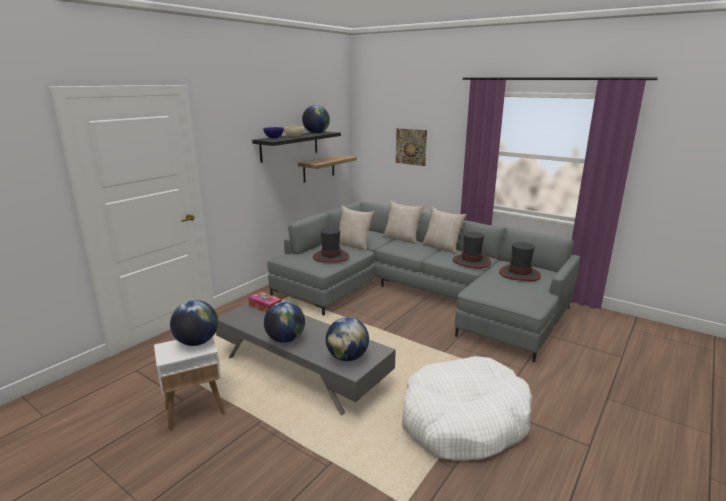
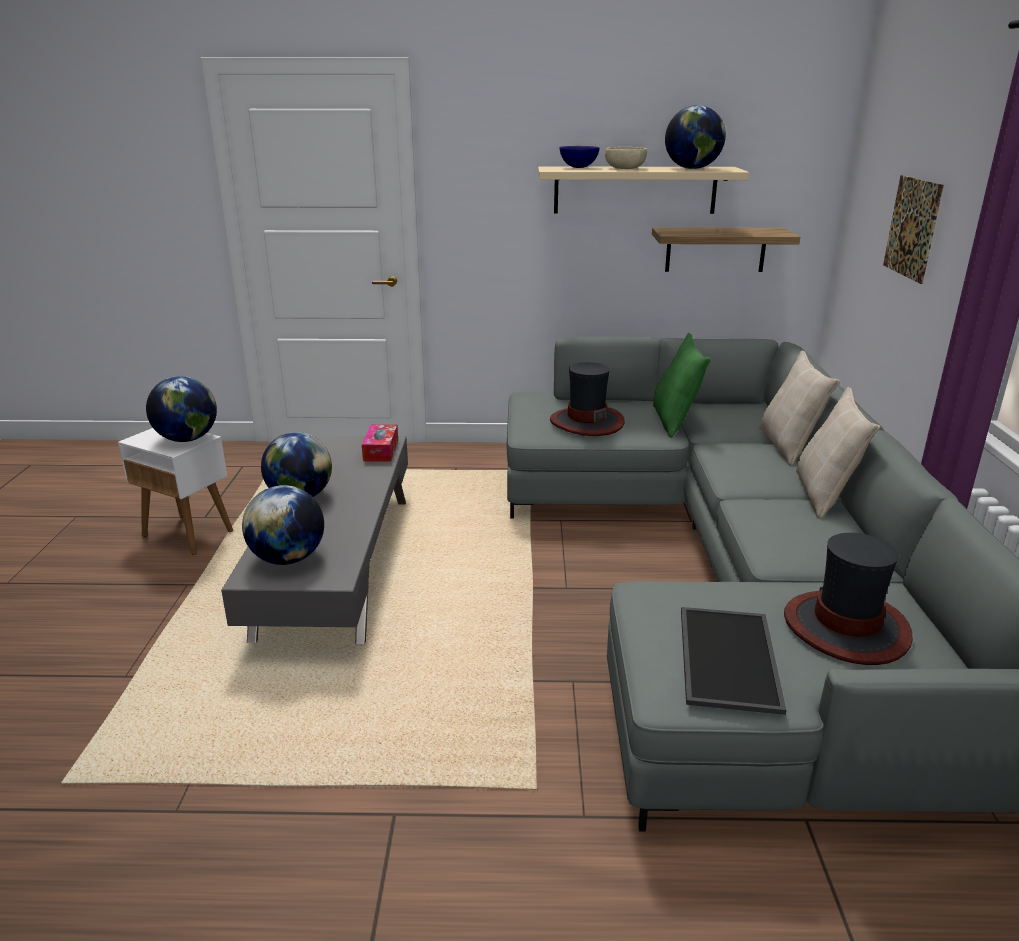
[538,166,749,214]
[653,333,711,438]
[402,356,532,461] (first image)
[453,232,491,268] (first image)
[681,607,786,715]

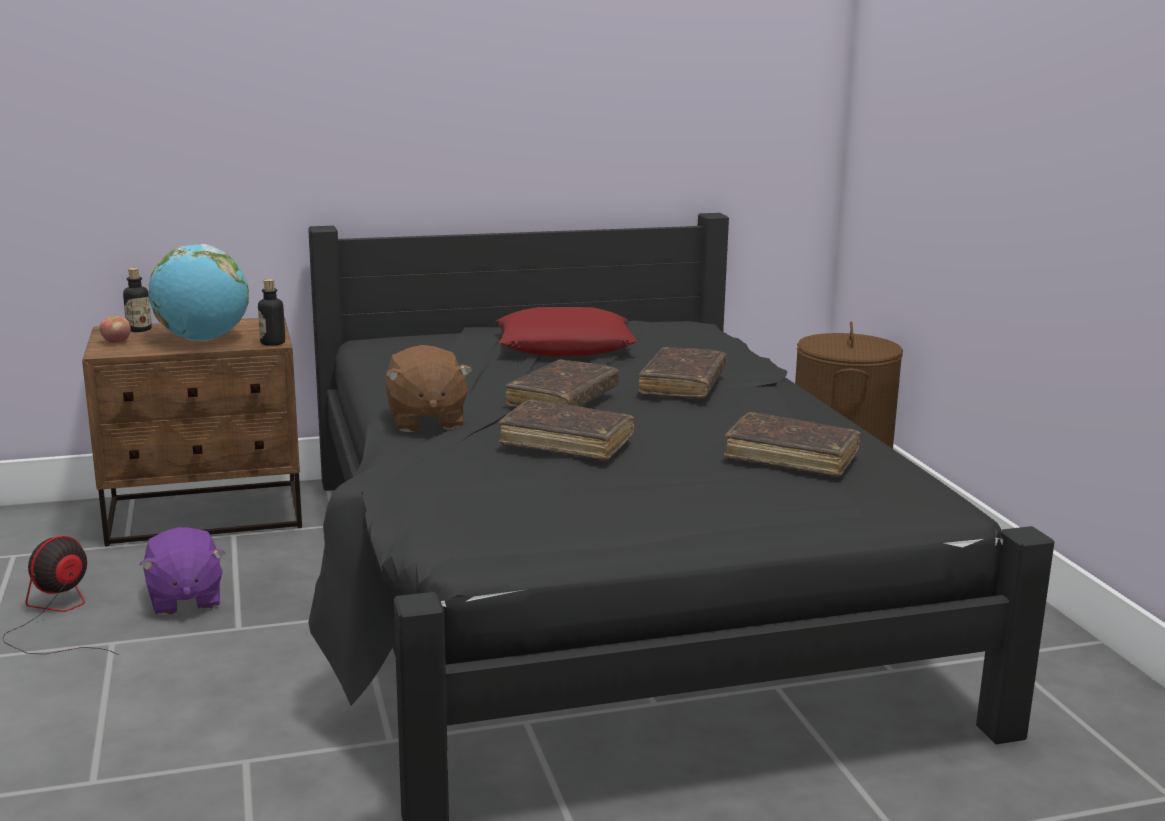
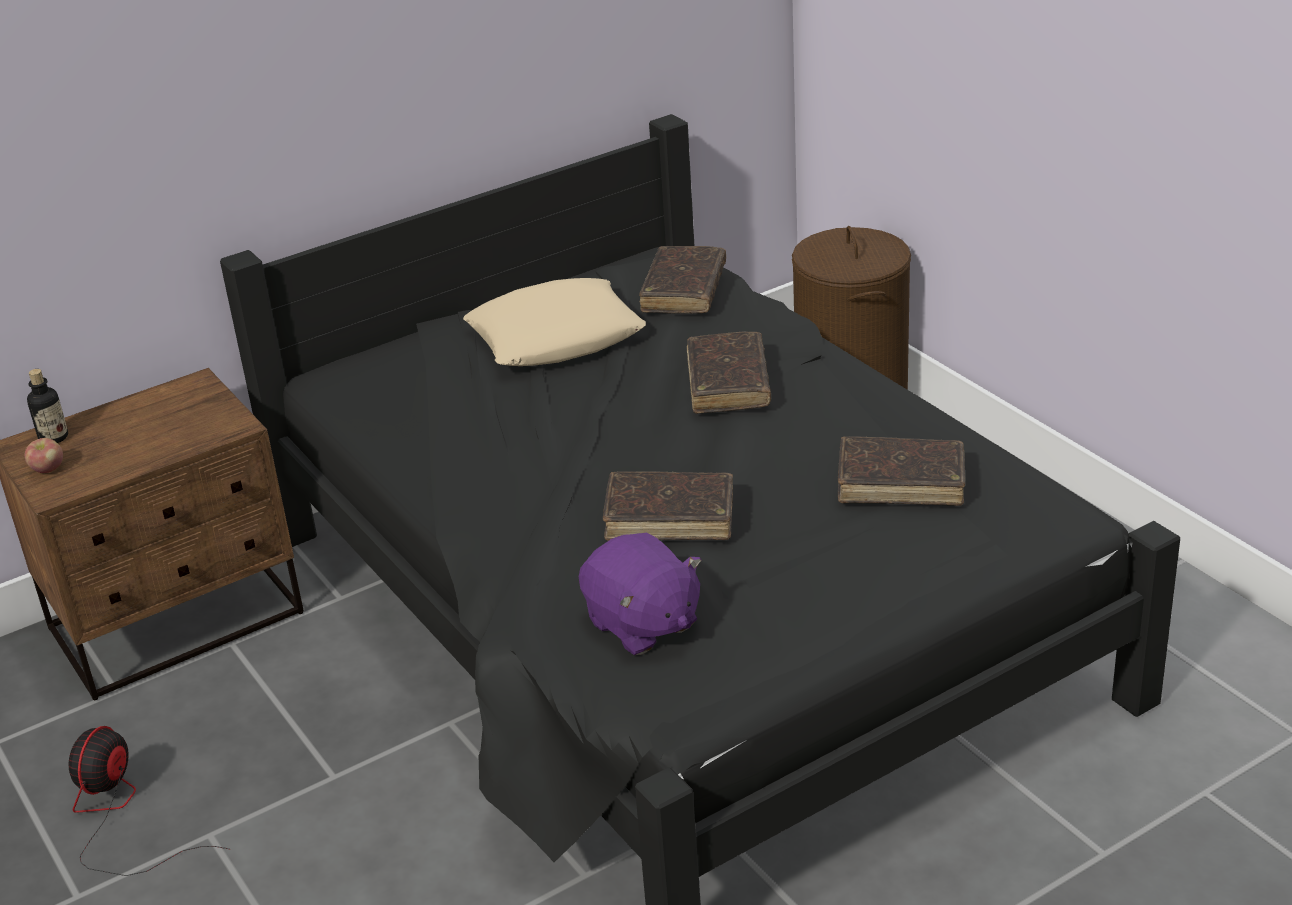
[579,533,702,655]
[148,244,249,341] (first image)
[258,279,285,346] (first image)
[385,345,472,432] (first image)
[463,278,646,366]
[639,246,726,314]

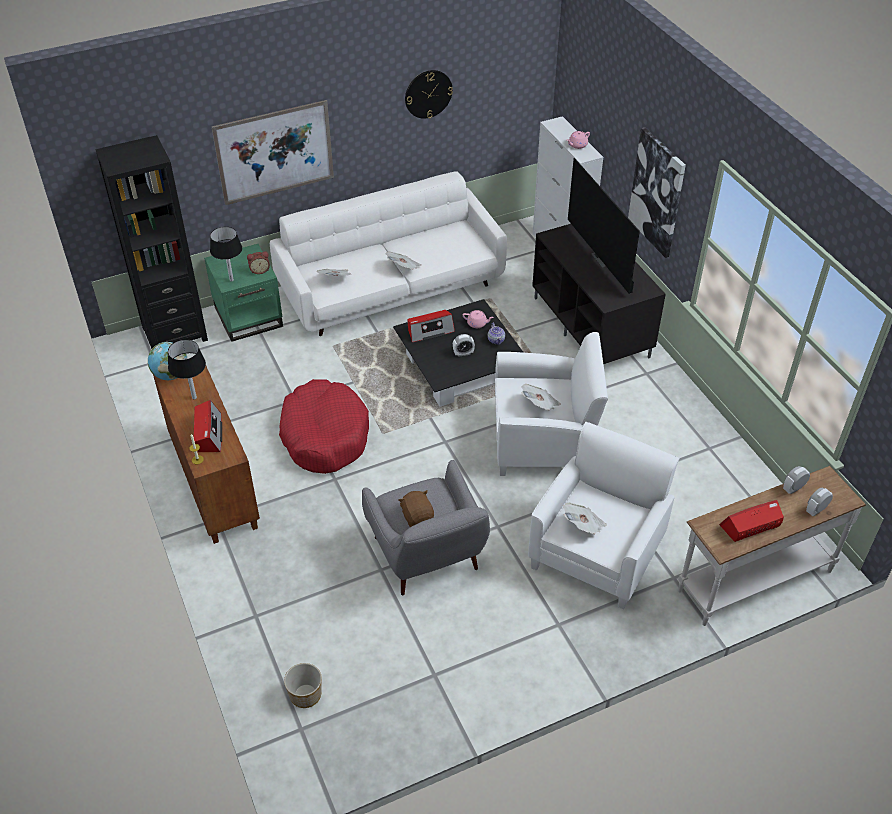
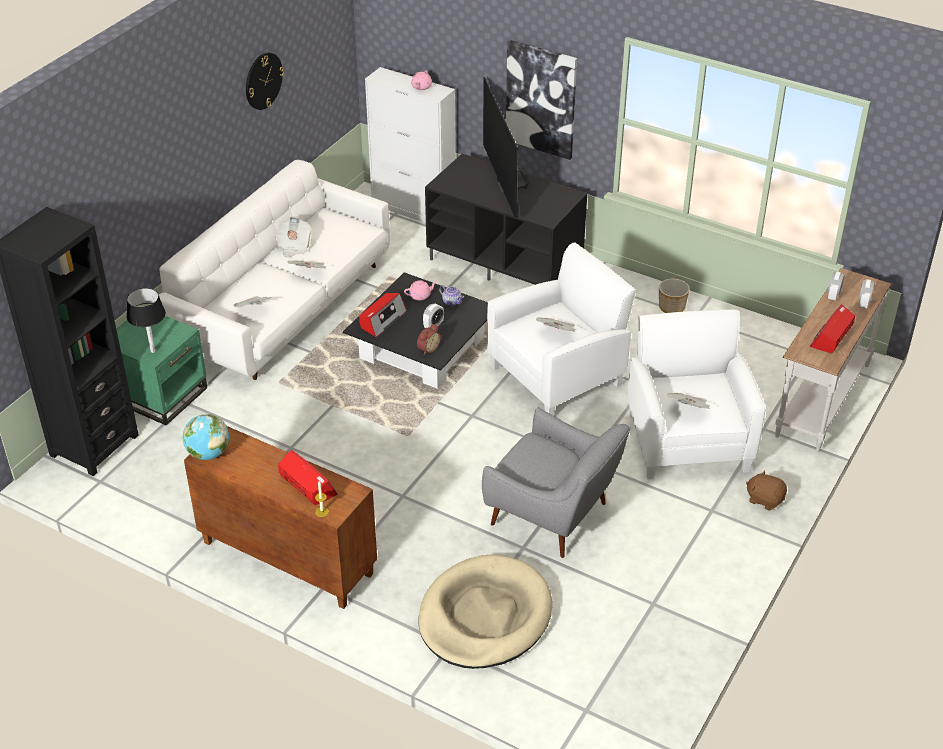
[168,339,206,400] (first image)
[212,100,334,205] (first image)
[417,324,441,355]
[279,379,369,474] (first image)
[659,279,690,313]
[746,470,787,510]
[483,77,529,218]
[275,216,312,257]
[418,554,552,669]

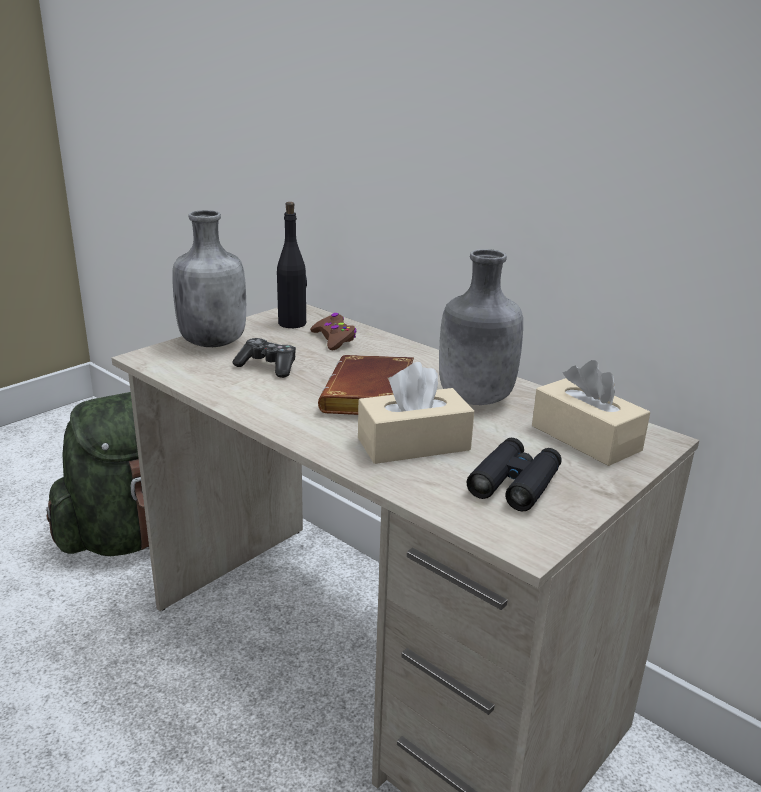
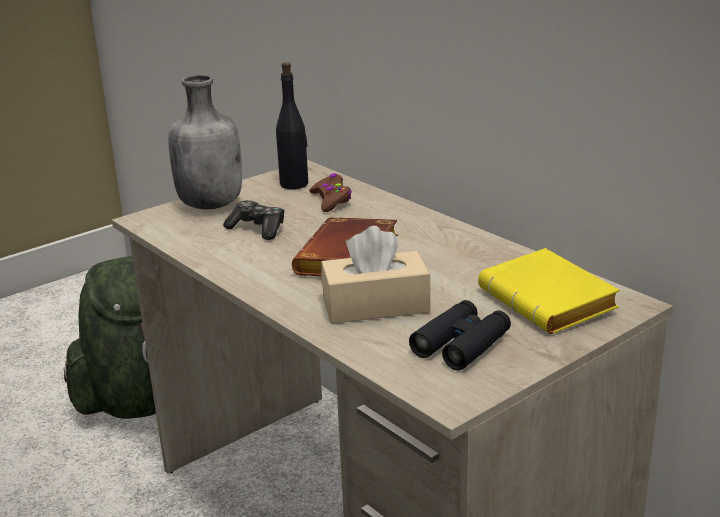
[439,249,523,405] (first image)
[478,248,620,334]

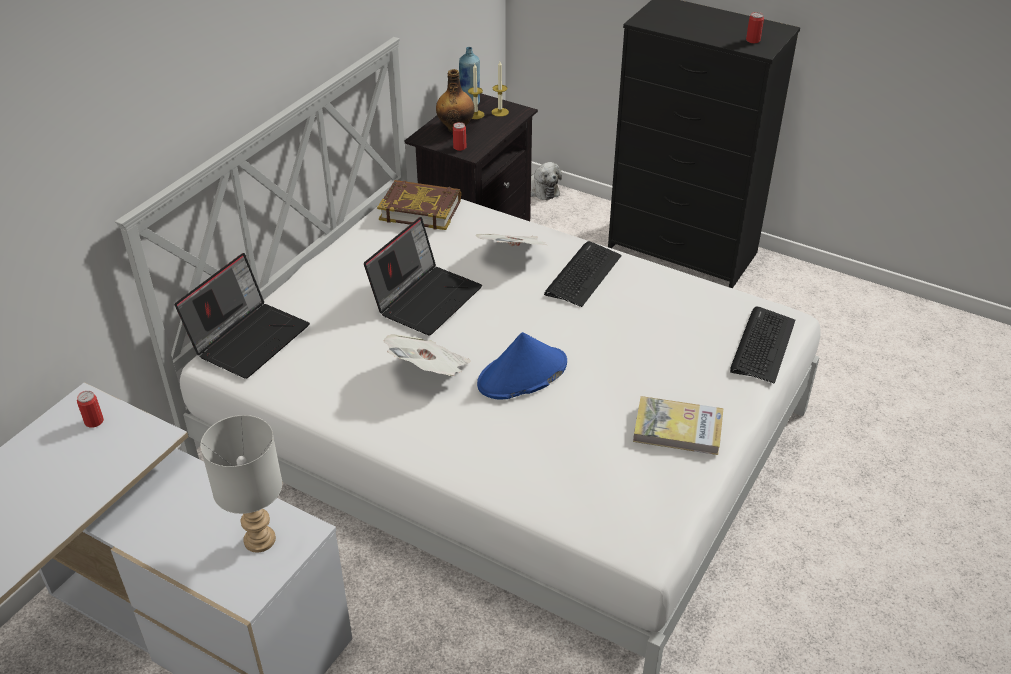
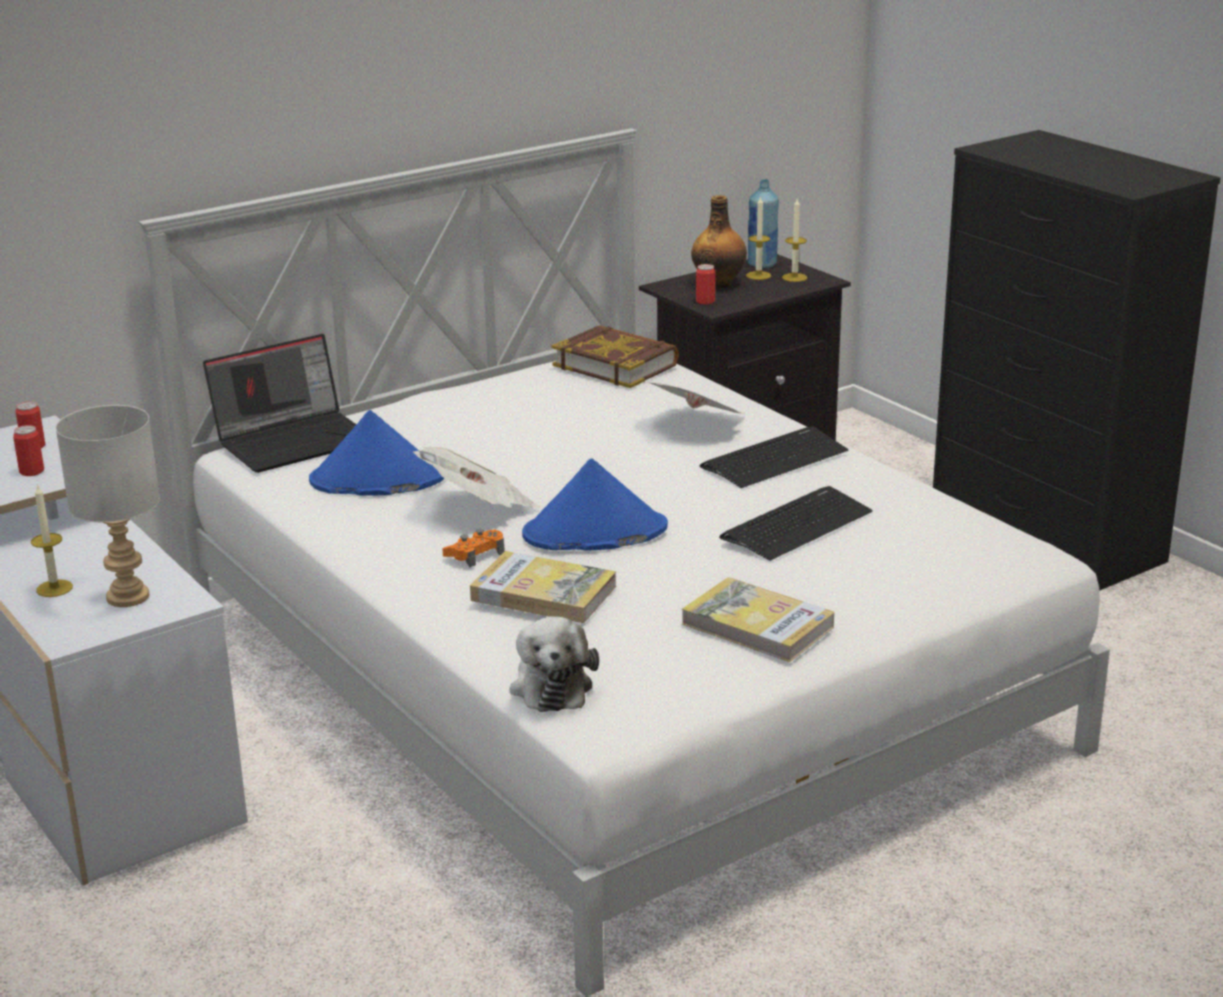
[364,217,482,335] (first image)
[509,617,599,712]
[719,486,873,561]
[13,425,44,476]
[31,484,73,597]
[309,410,444,496]
[442,529,505,567]
[470,551,616,623]

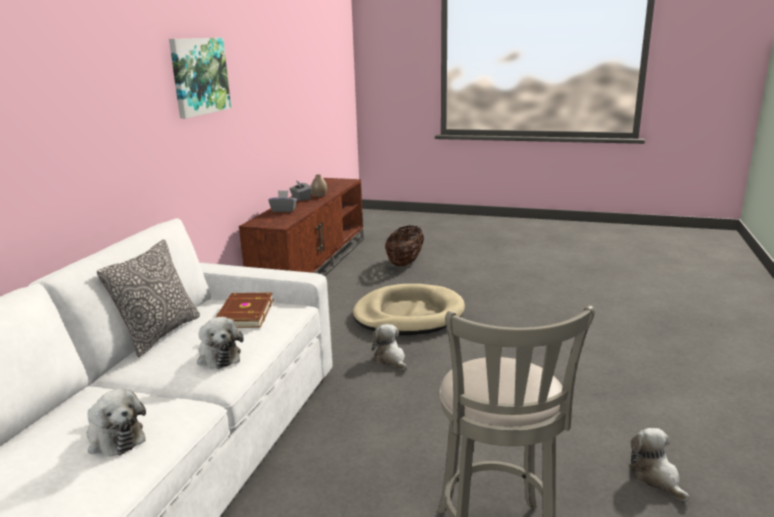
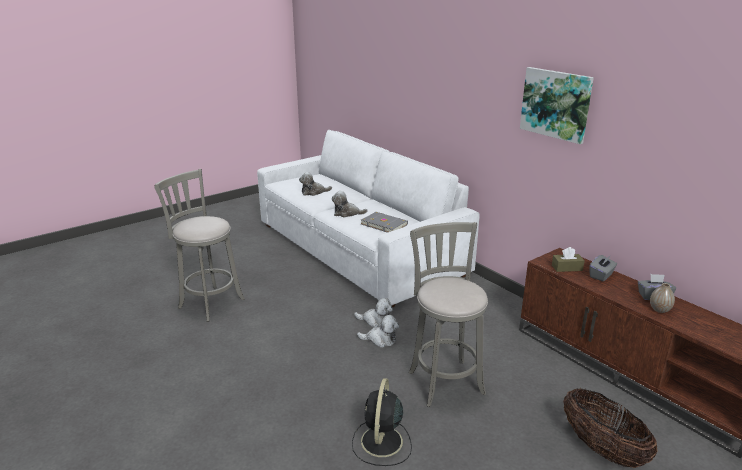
[97,239,200,357] (first image)
[361,212,408,233]
[409,222,488,407]
[354,298,393,328]
[352,378,412,466]
[552,247,585,272]

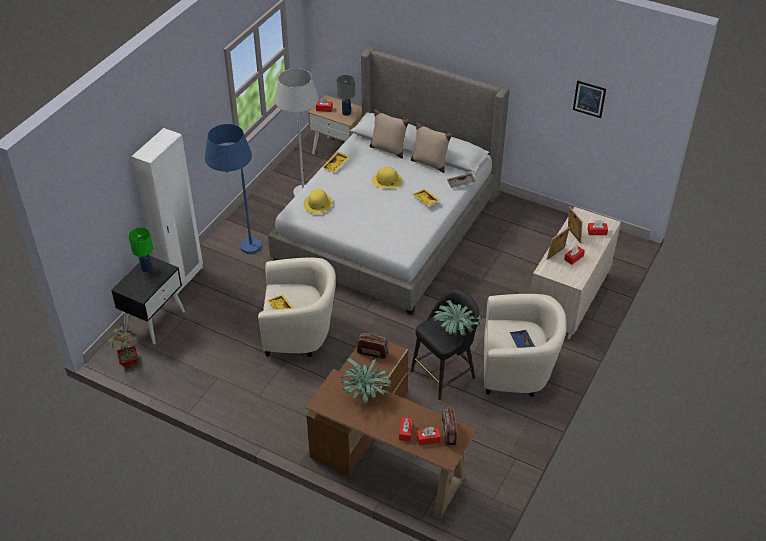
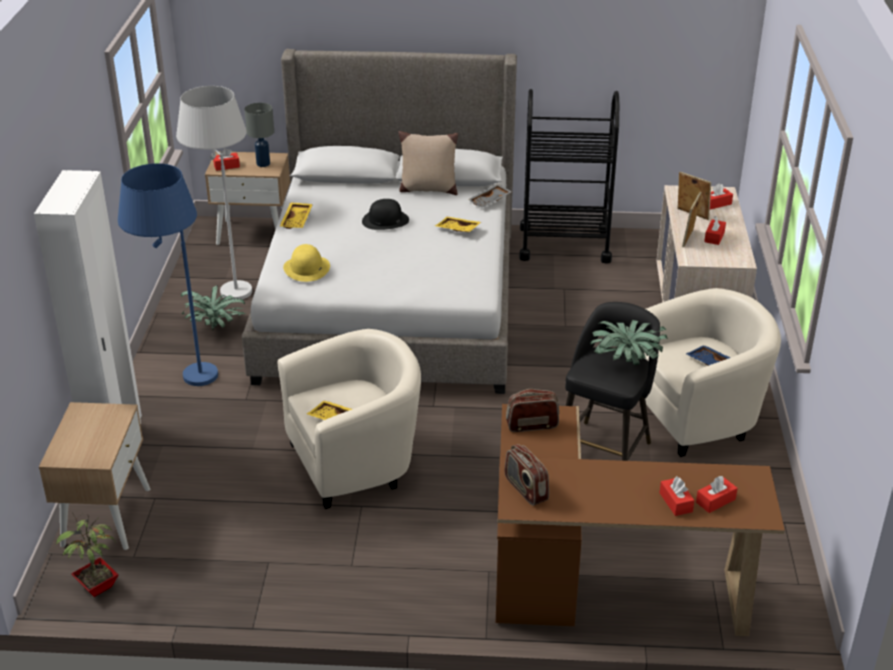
[39,402,150,550]
[128,228,153,272] (first image)
[181,285,246,330]
[370,109,409,159] (first image)
[362,199,409,230]
[505,444,549,506]
[573,80,606,118] (first image)
[519,89,619,264]

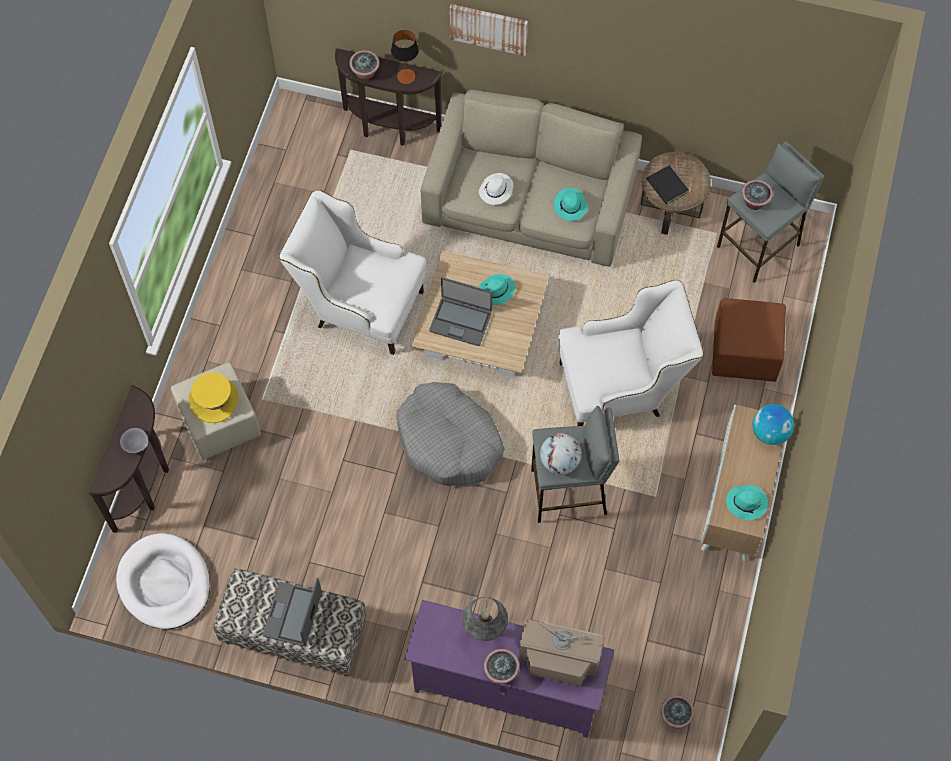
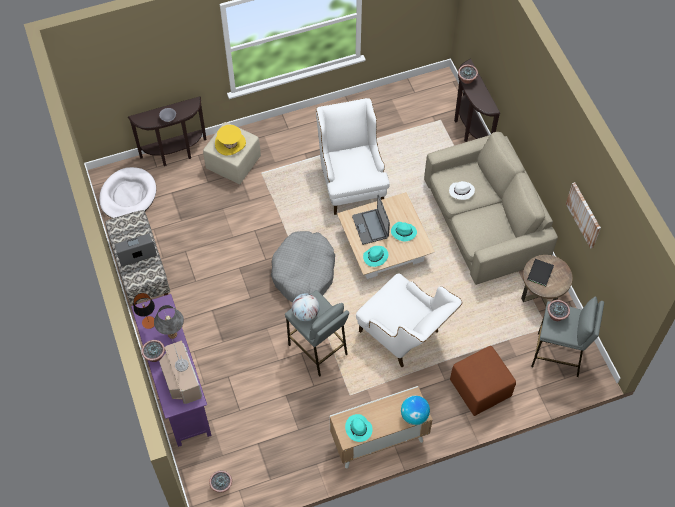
[133,293,155,329]
[566,182,601,249]
[363,246,388,267]

